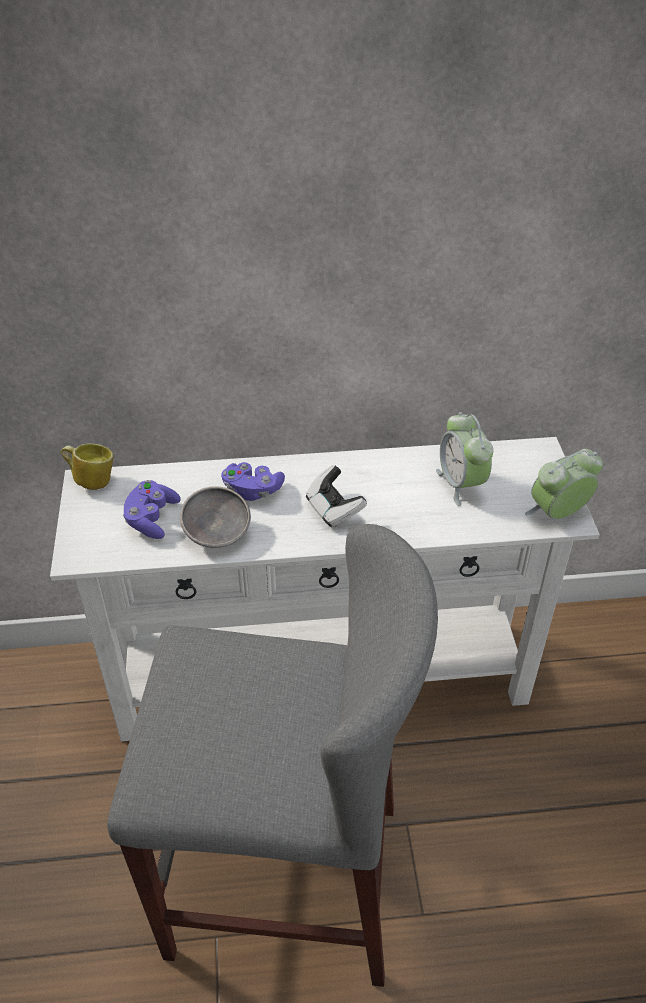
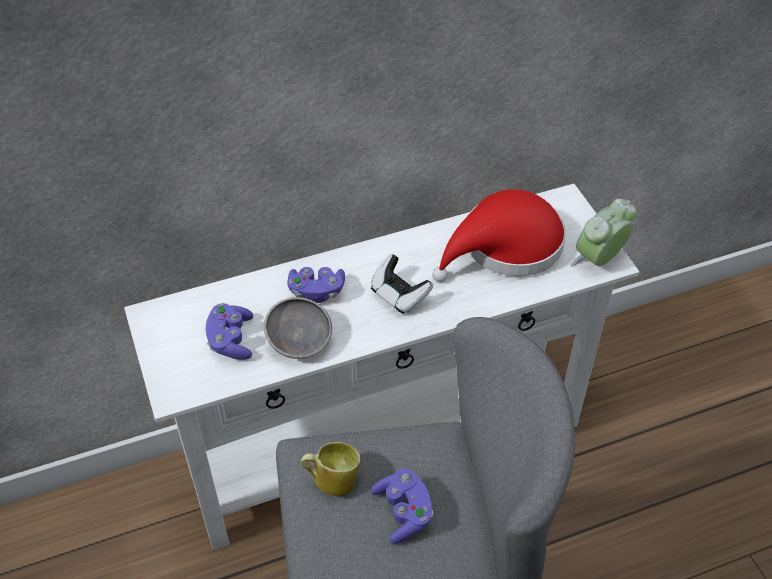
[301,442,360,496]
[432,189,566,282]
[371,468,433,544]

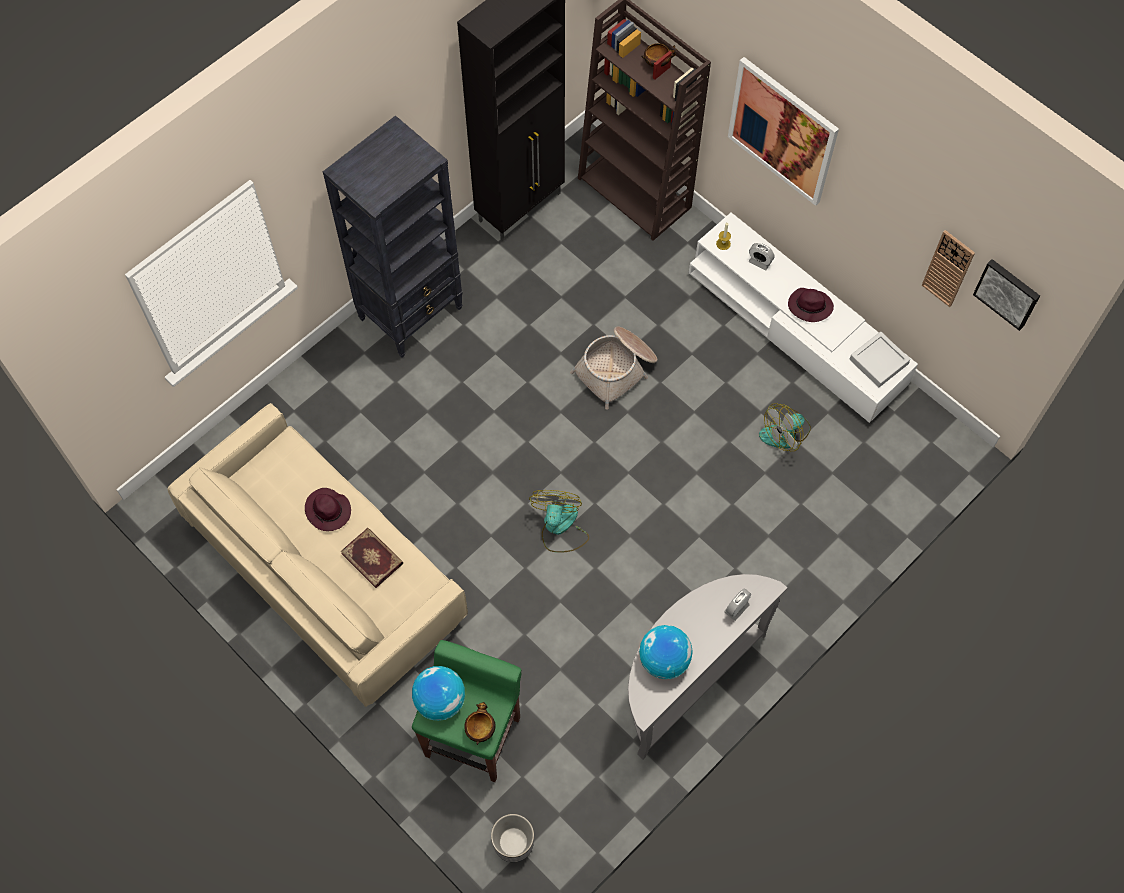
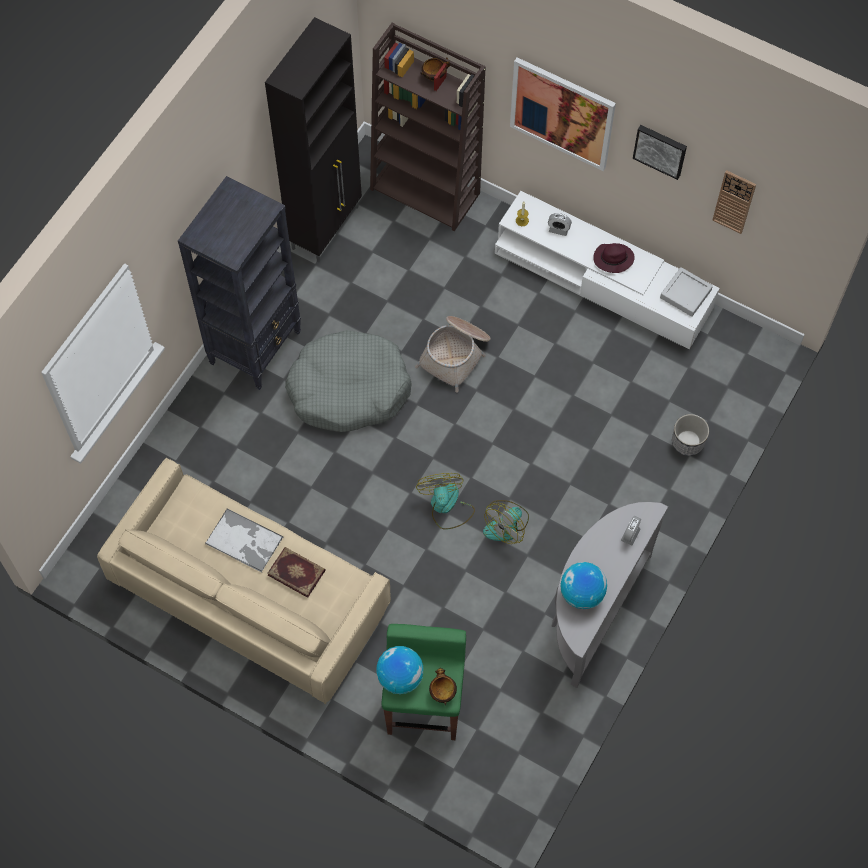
[205,509,283,572]
[672,414,709,456]
[483,500,529,544]
[633,125,687,180]
[285,330,412,432]

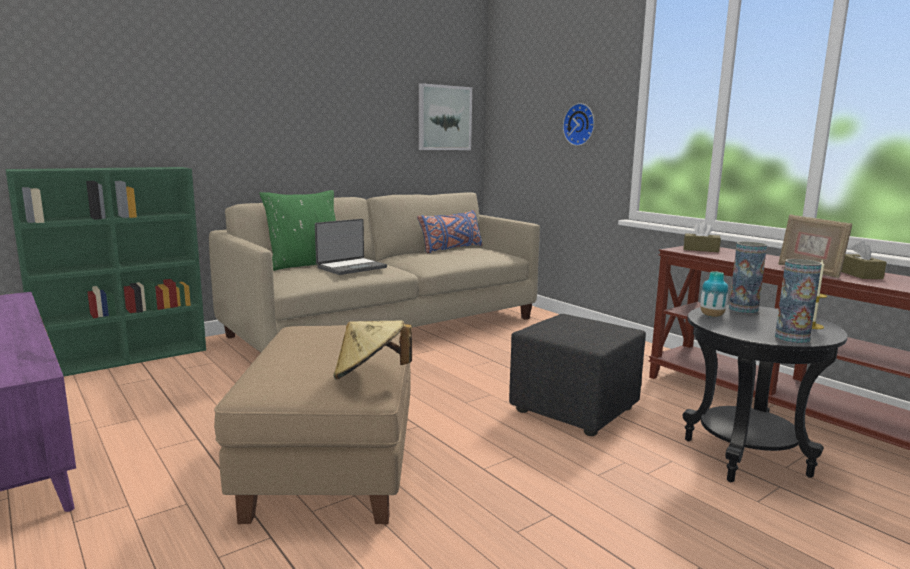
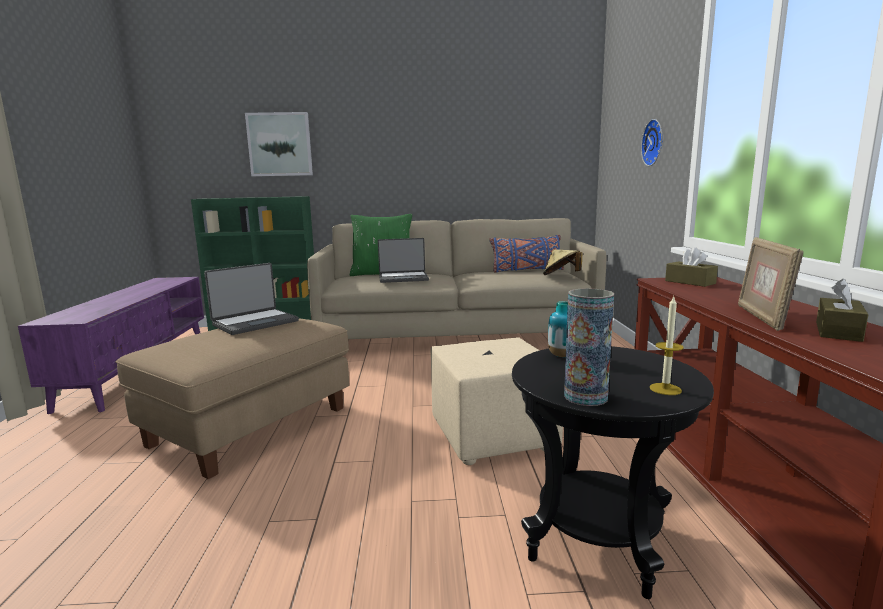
[543,249,582,275]
[245,112,313,176]
[431,337,563,465]
[729,242,767,314] (first image)
[204,263,299,335]

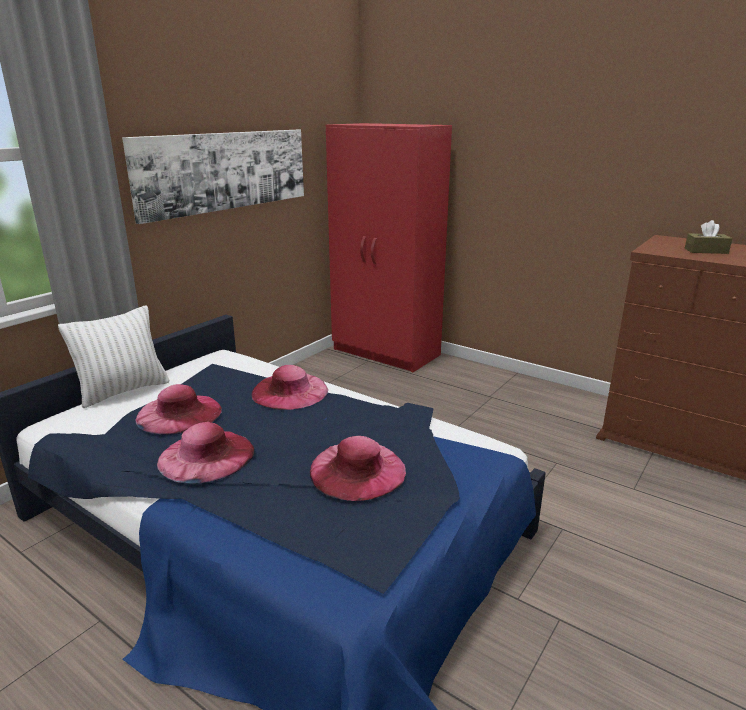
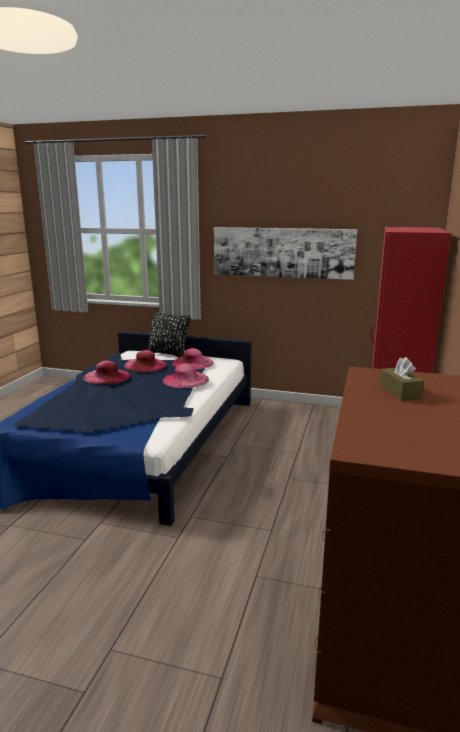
[147,311,191,357]
[172,348,214,370]

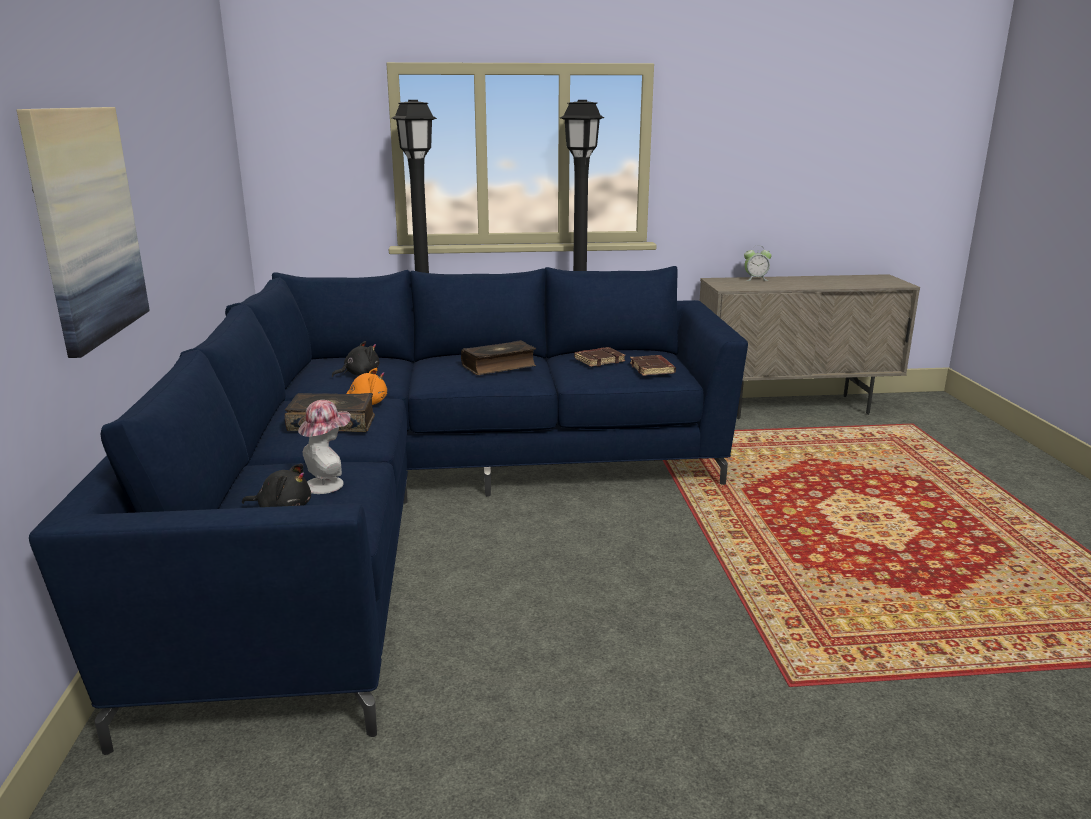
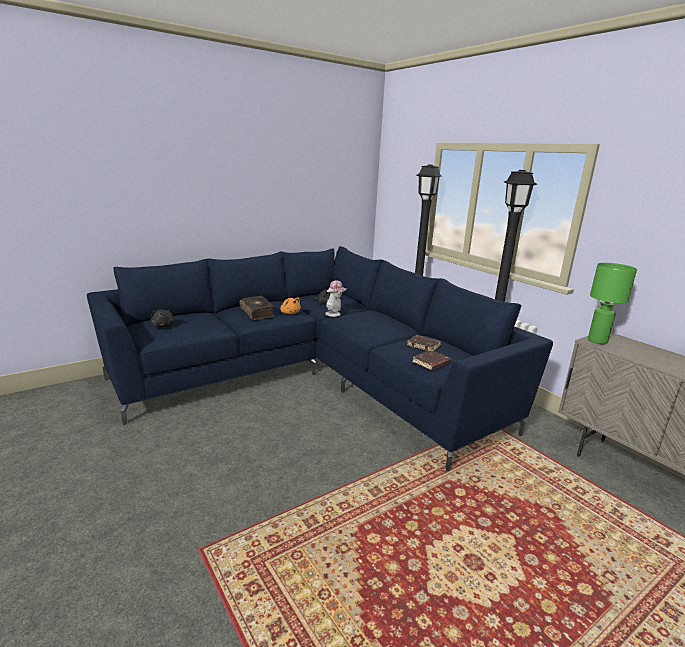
[17,107,150,358] (first image)
[325,280,347,317]
[461,340,536,375] (first image)
[744,245,772,281] (first image)
[588,263,637,344]

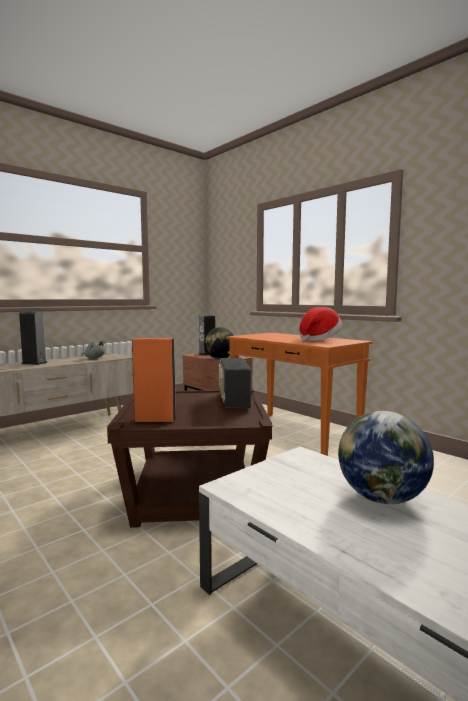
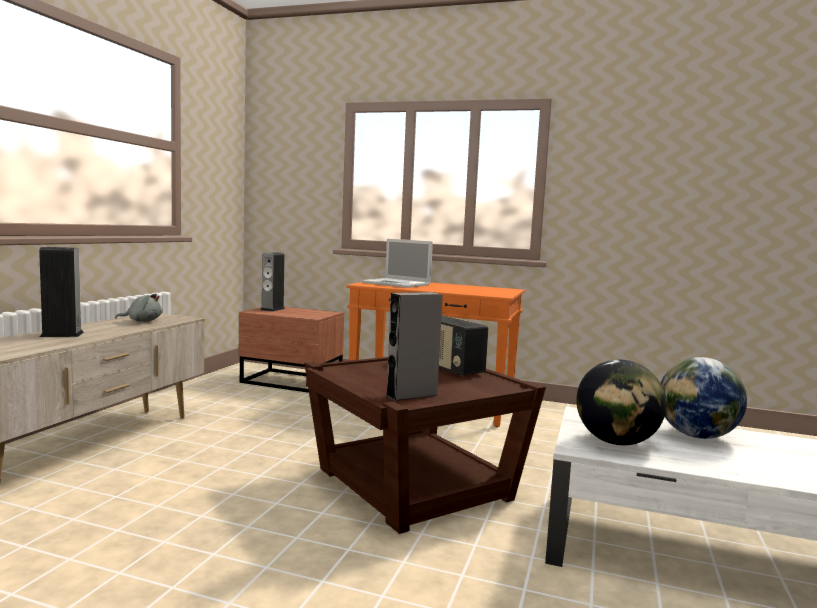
[385,292,443,401]
[576,360,666,445]
[299,307,342,341] (first image)
[362,239,433,288]

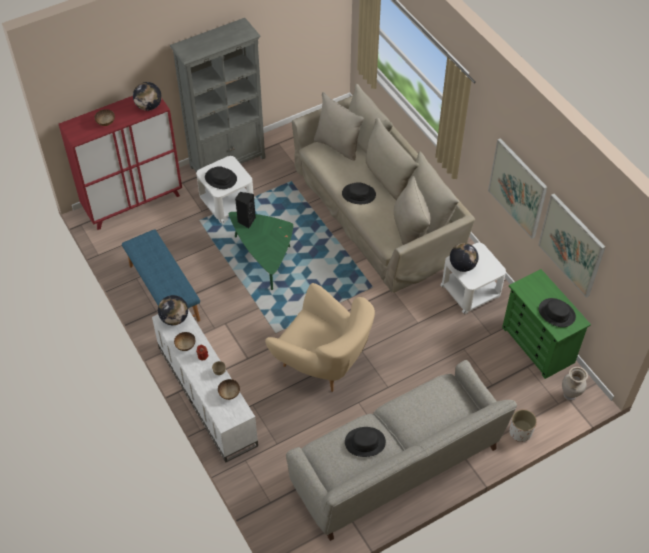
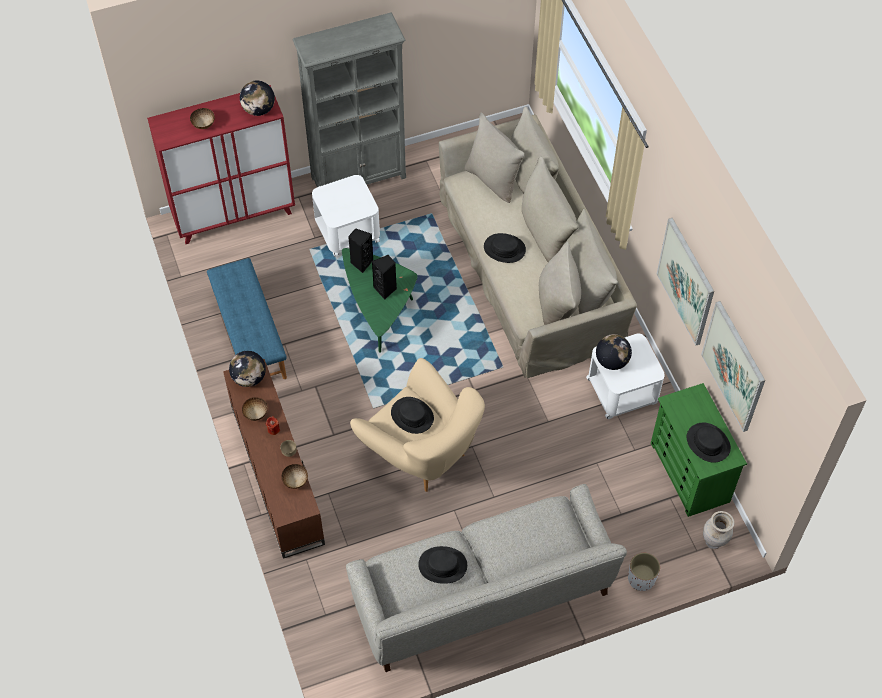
[223,359,325,559]
[391,397,434,434]
[372,255,397,300]

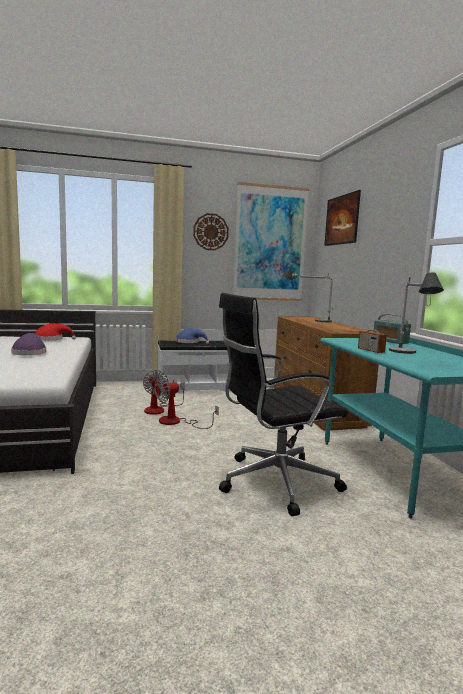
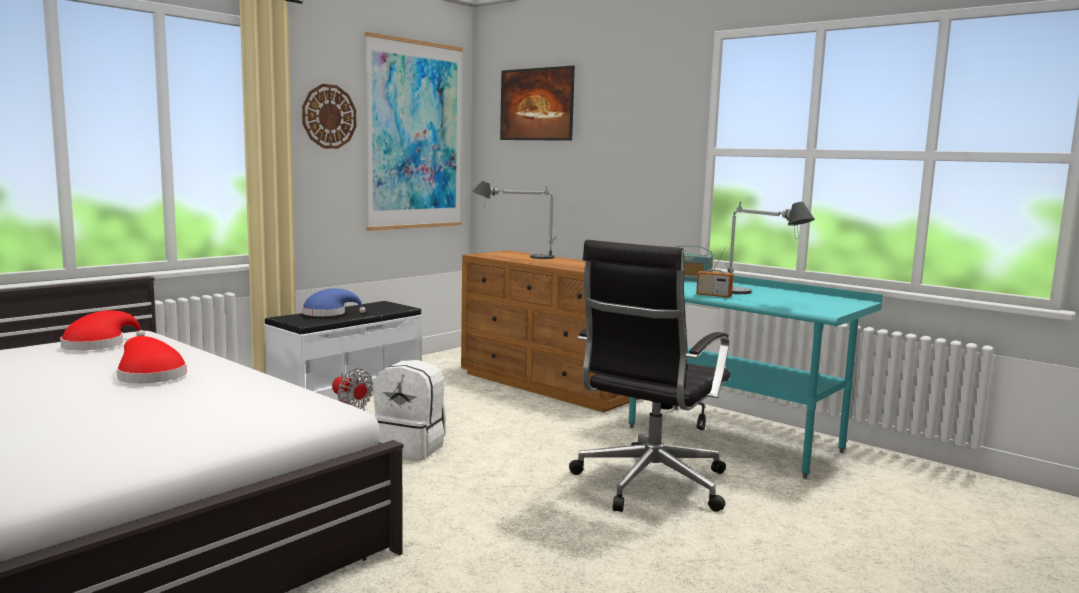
[117,336,187,383]
[373,360,446,460]

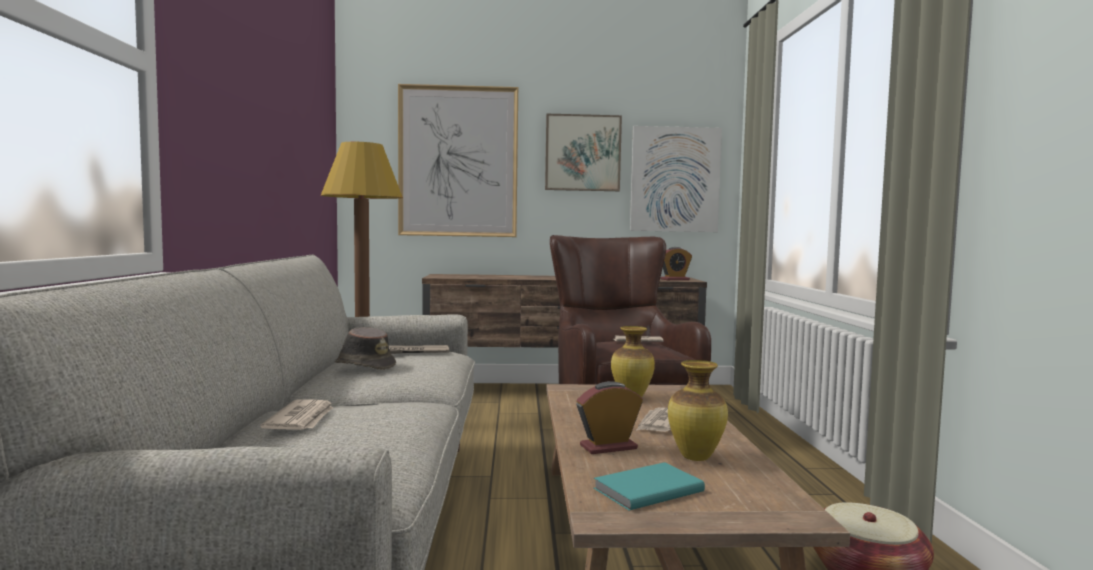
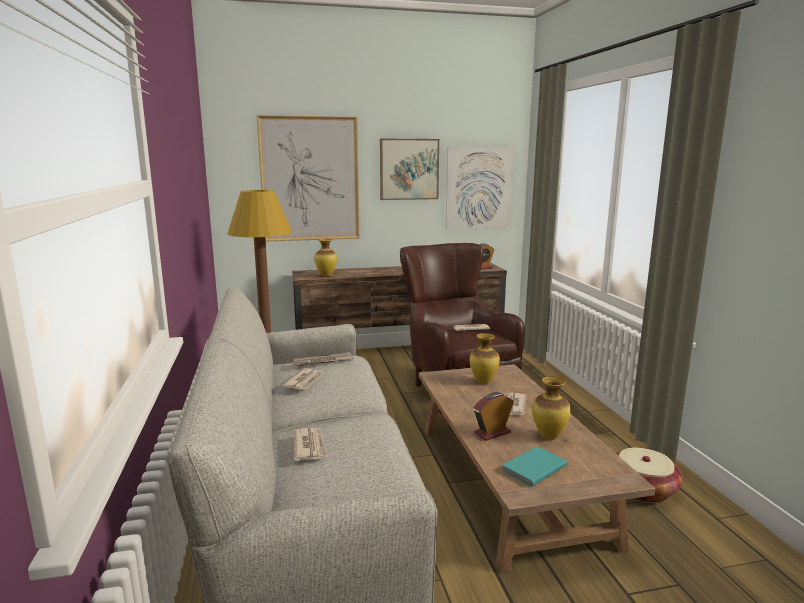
[282,368,323,390]
[314,239,337,277]

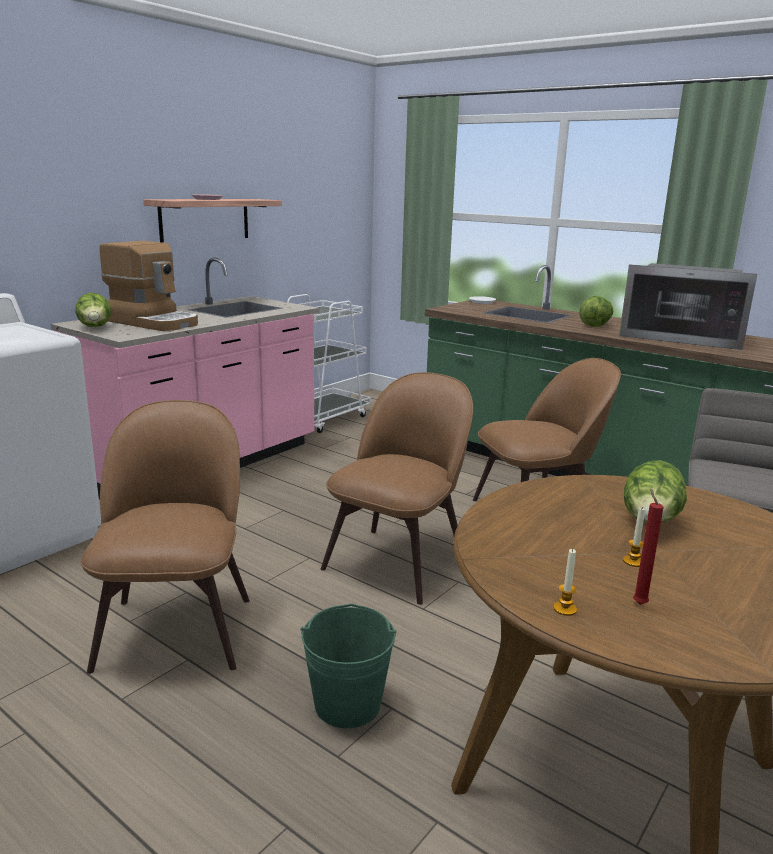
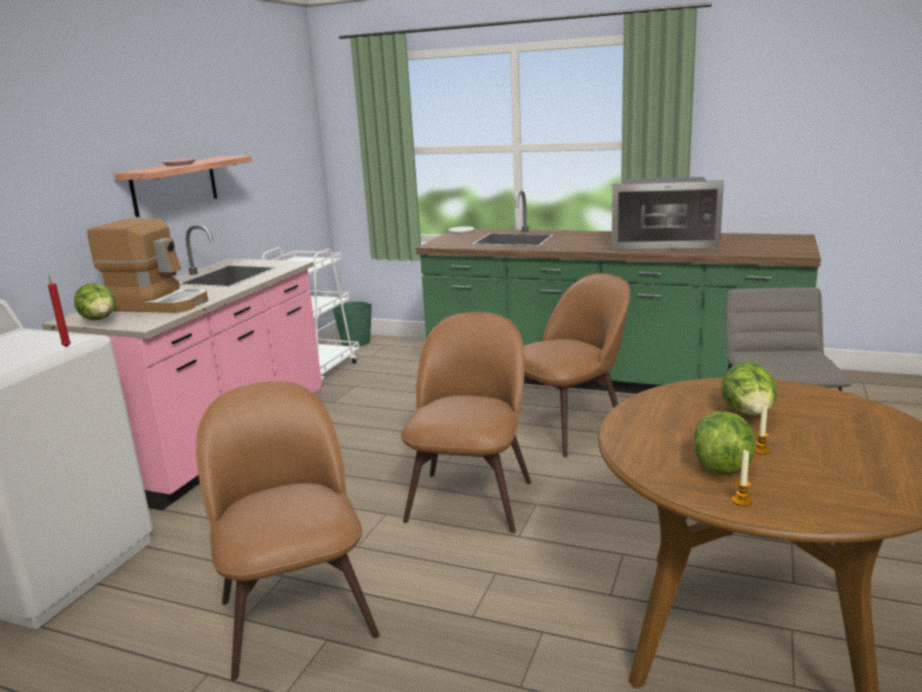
[332,302,372,347]
[694,411,755,475]
[48,276,71,347]

